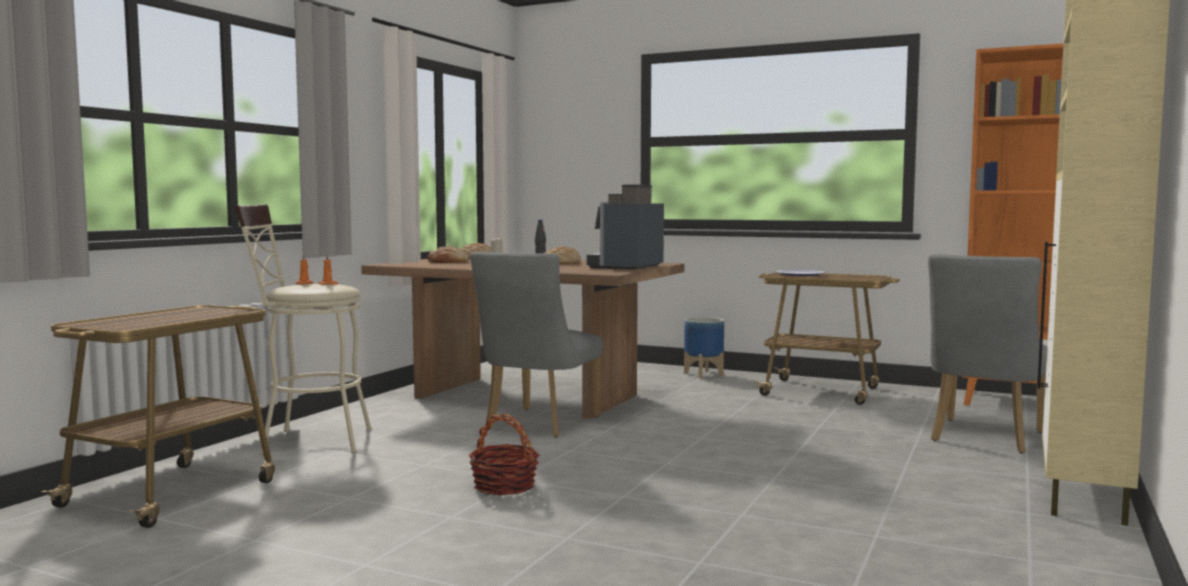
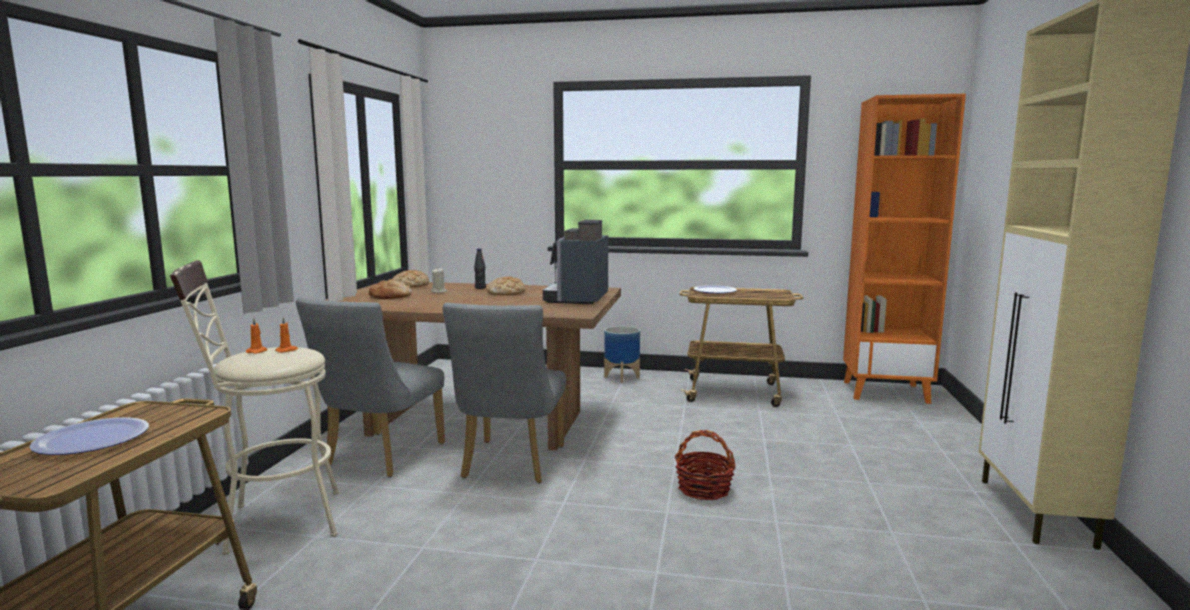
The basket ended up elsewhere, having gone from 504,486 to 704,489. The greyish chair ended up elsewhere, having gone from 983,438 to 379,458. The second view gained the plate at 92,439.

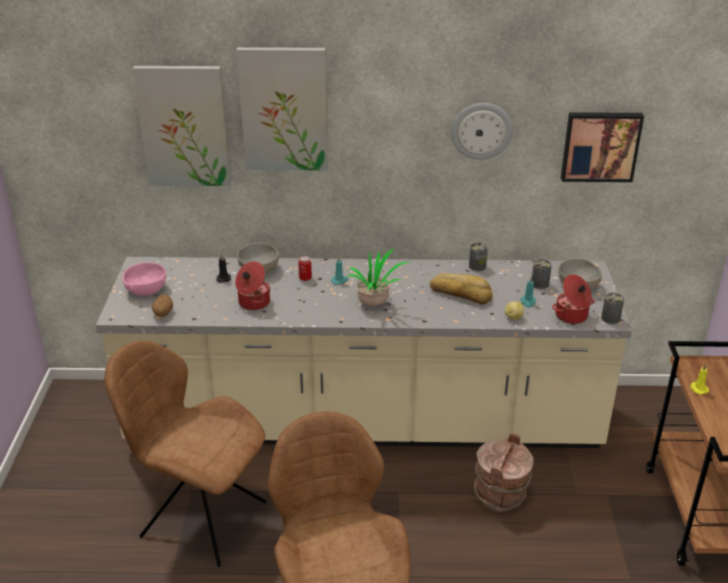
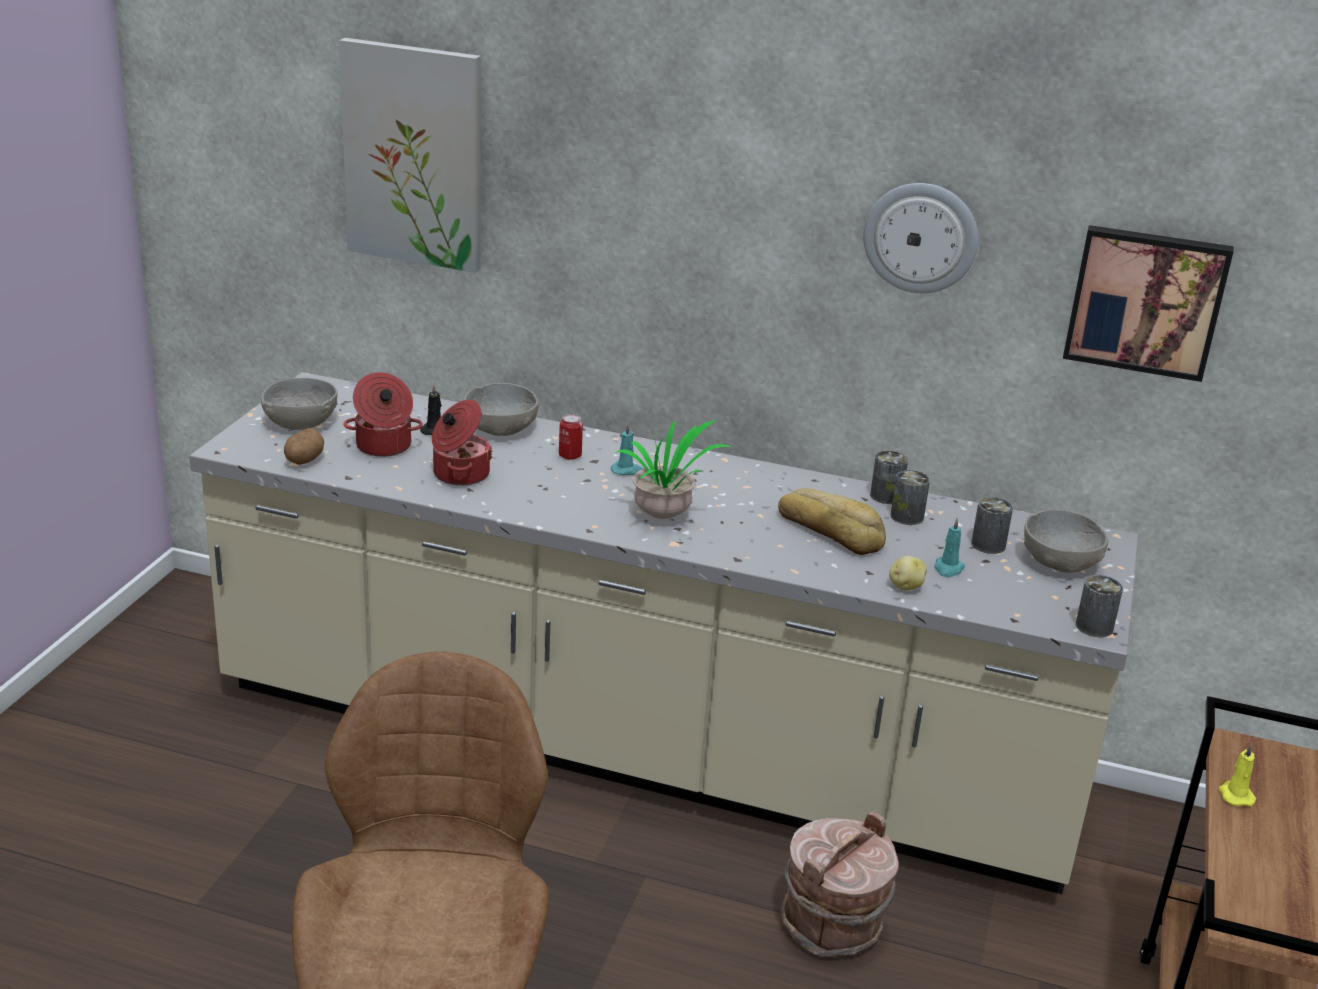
The second view lost the brown-coloured chair at 200,517. What was the pinkish serving bowl at 146,289 turned into the greyish serving bowl at 300,422. The second view lost the picture at 284,109. The saucepot ended up elsewhere, having gone from 571,316 to 383,447. The second view gained the can at 907,517.

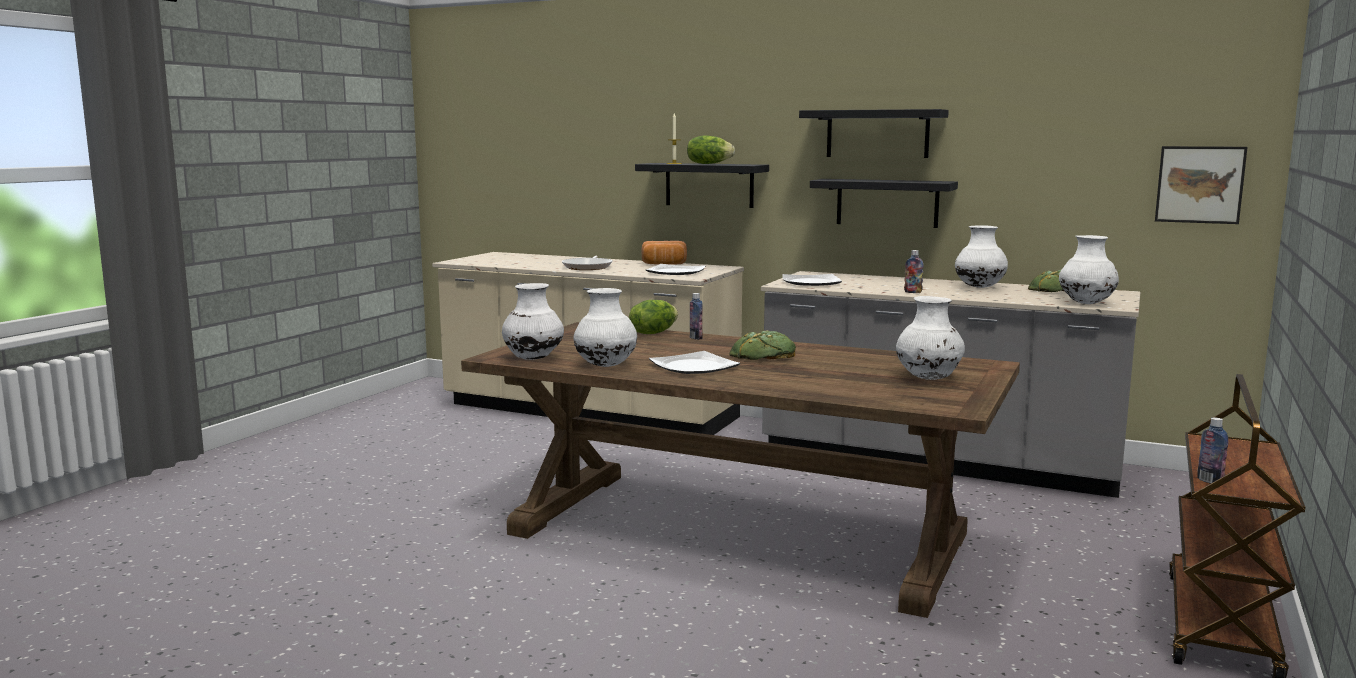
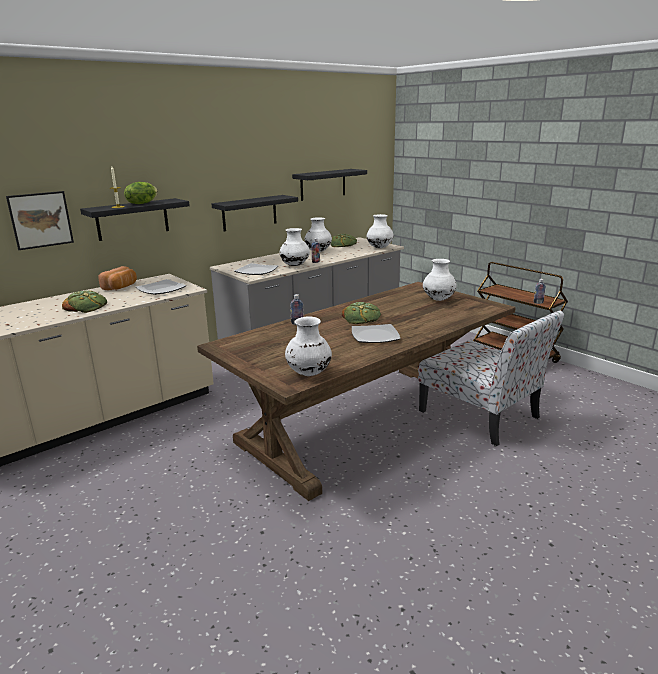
Where the frying pan stood at 588,267, the bread came to stand at 86,306. The whitish flower vase ended up elsewhere, having gone from 606,366 to 295,265. The second view lost the lettuce head at 653,333. The blackish bracket shelf ended up elsewhere, having gone from 877,134 to 323,184. The picture ended up elsewhere, having gone from 1199,184 to 41,220. The second view gained the chair at 481,415.

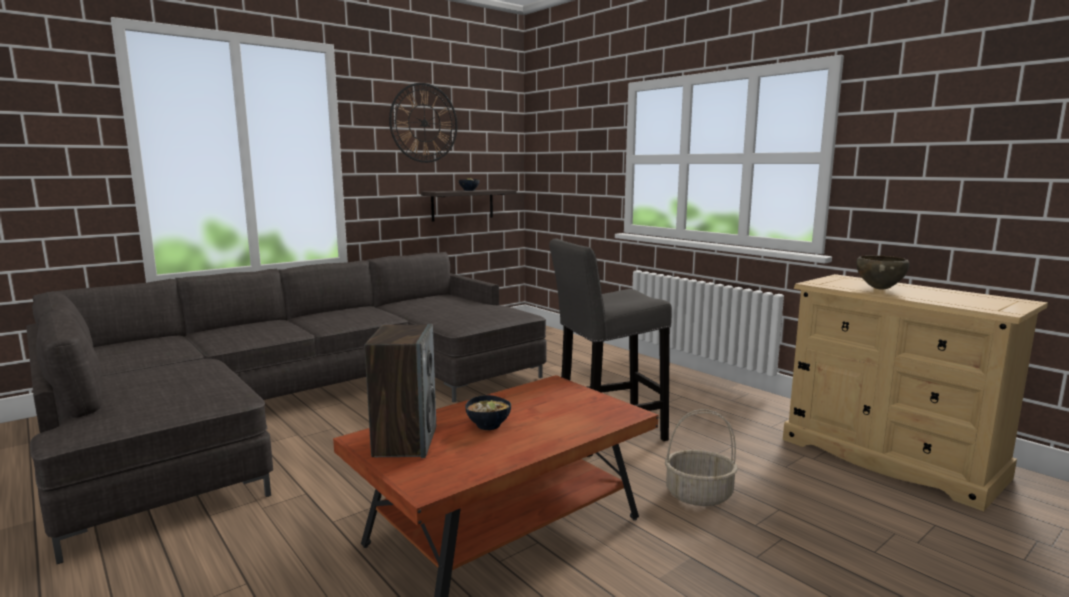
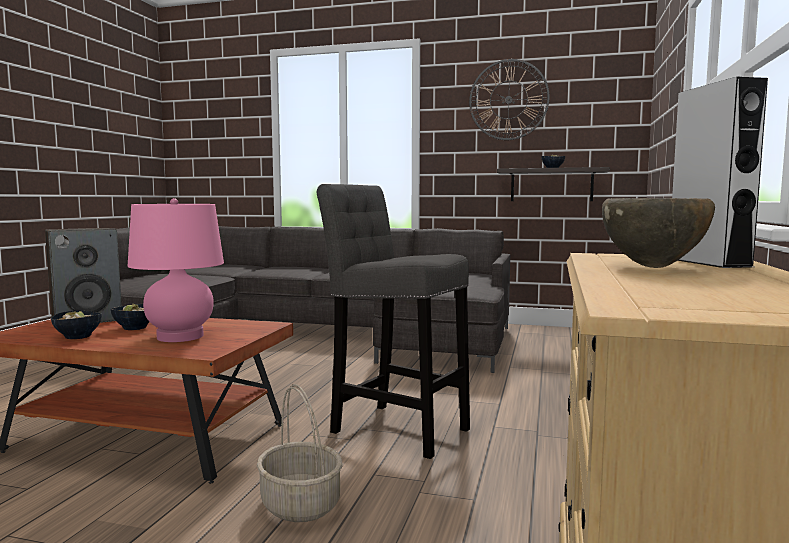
The second view gained the serving bowl at 77,337. The second view gained the pinkish table lamp at 180,336. The second view gained the greyish speaker at 708,262.

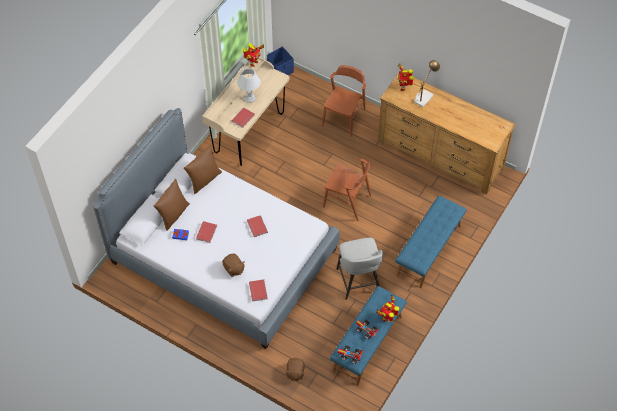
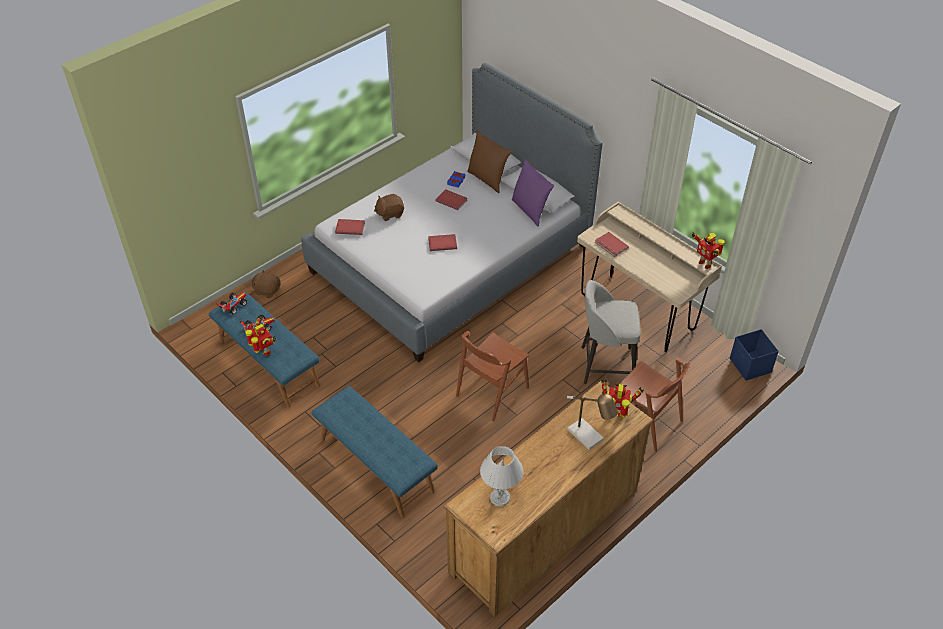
What was the brown-coloured throw pillow at 204,180 turned into the purplish throw pillow at 530,210. The whitish table lamp ended up elsewhere, having gone from 249,98 to 500,497. The greyish stool seat ended up elsewhere, having gone from 358,282 to 605,365.

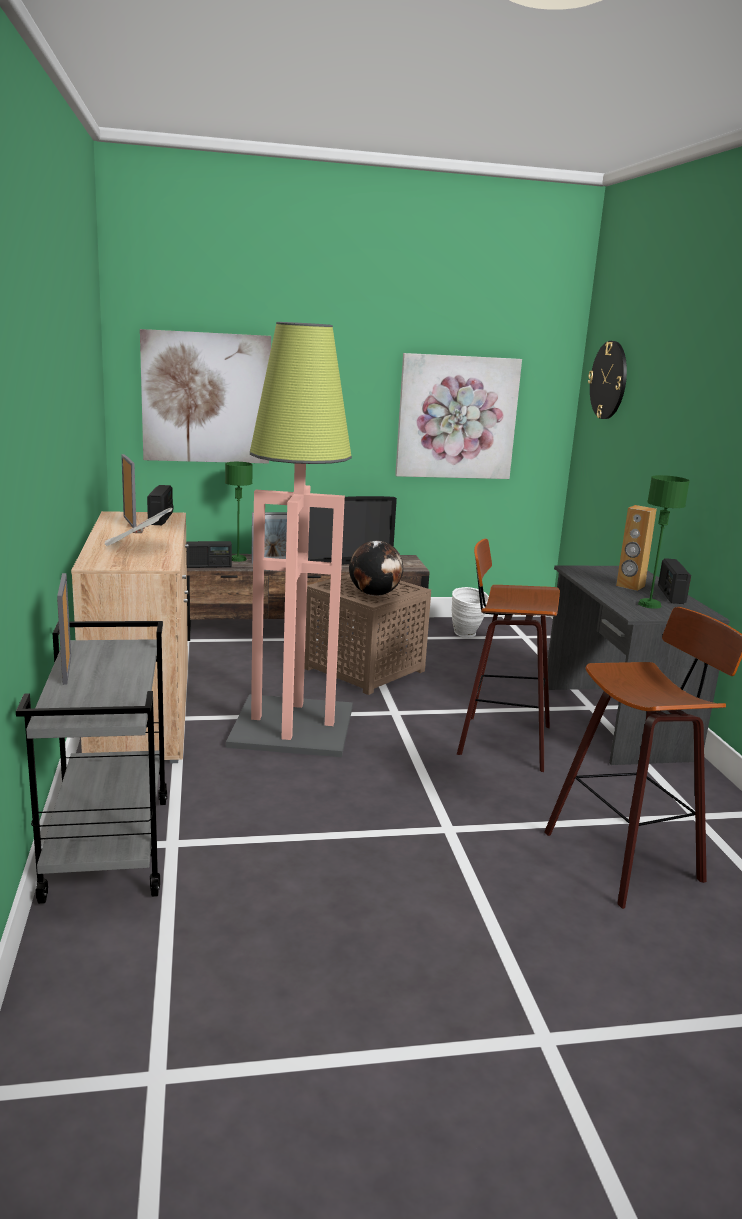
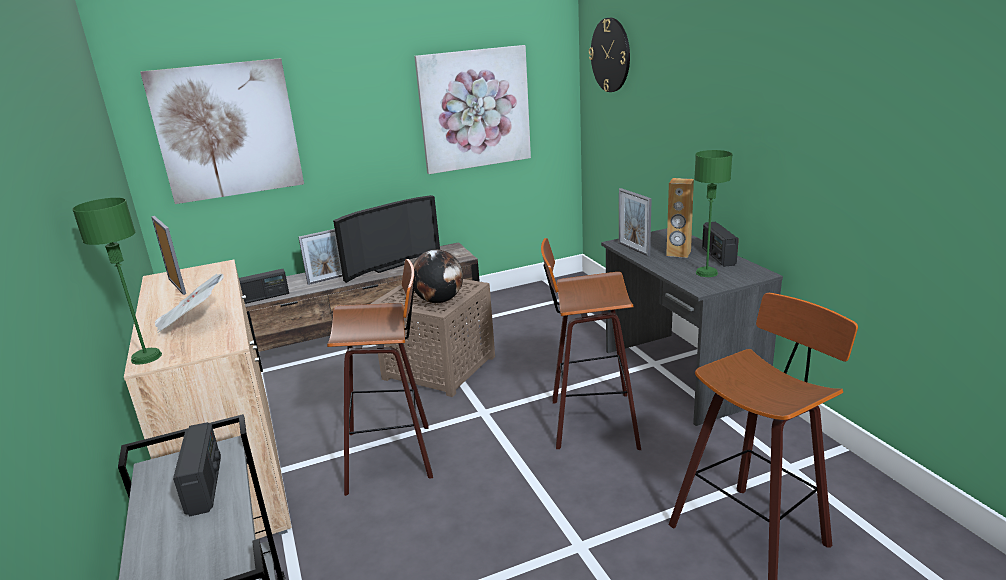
The standing frame ended up elsewhere, having gone from 67,669 to 633,249. The radio set ended up elsewhere, having gone from 161,519 to 205,486. The greenish table lamp ended up elsewhere, having gone from 237,559 to 146,357. Where the standing lamp stood at 293,727, the stool seat came to stand at 393,455. The second view lost the whitish flower vase at 467,636.

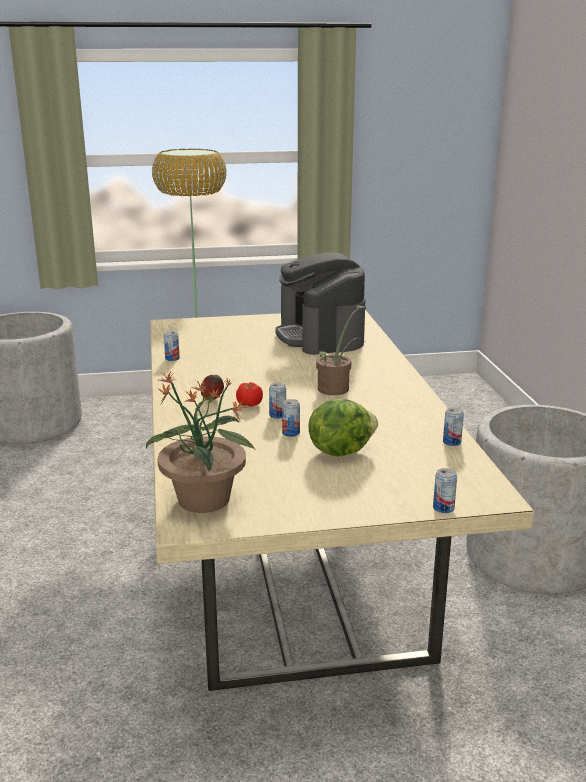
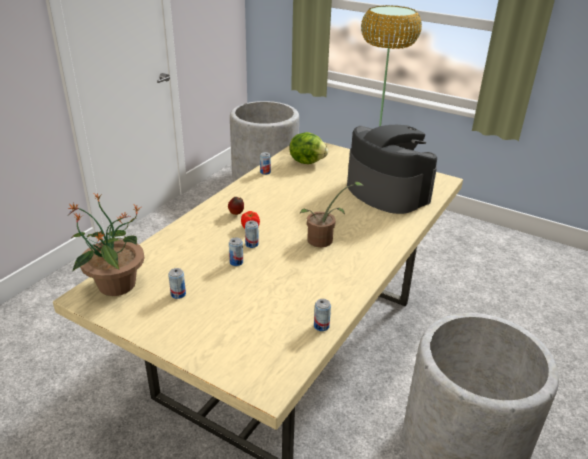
The coffee machine at 320,336 ended up facing another way, 120 degrees clockwise from before. The lettuce head ended up elsewhere, having gone from 340,450 to 307,161. The can ended up elsewhere, having gone from 443,508 to 178,294.

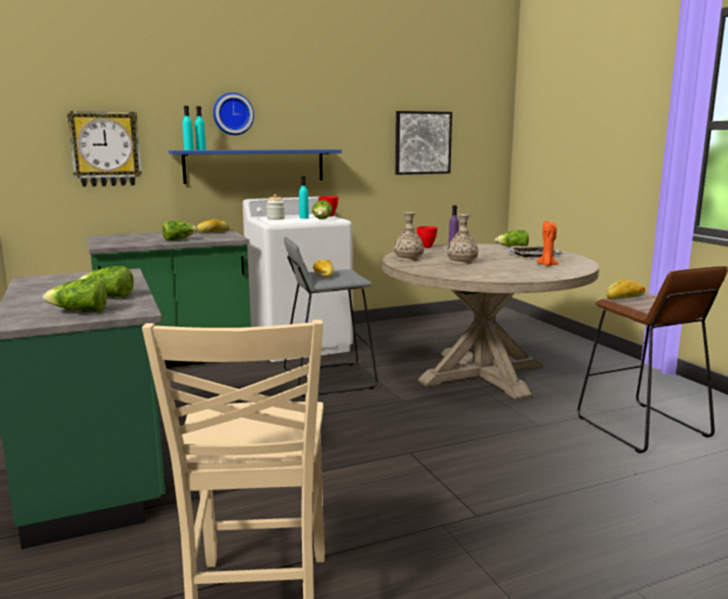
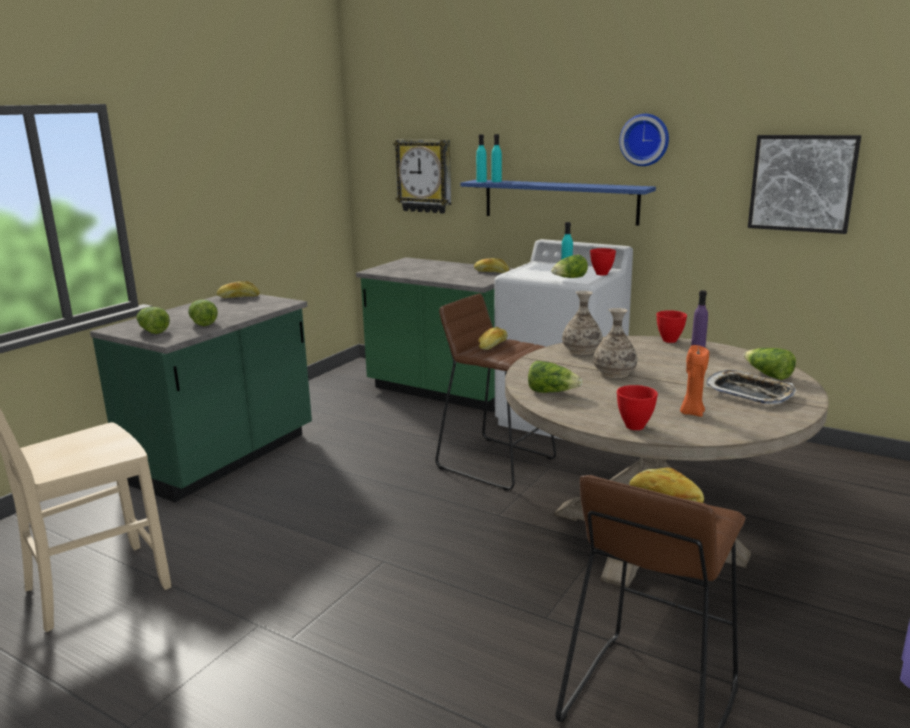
The lettuce head ended up elsewhere, having gone from 179,240 to 552,392. The wall clock ended up elsewhere, having gone from 233,114 to 645,139. The second view lost the preserve jar at 275,218. What was the greyish stool seat at 328,379 turned into the brown-coloured stool seat at 496,462. The second view gained the bread at 238,297. The second view gained the red-coloured serving bowl at 634,427.

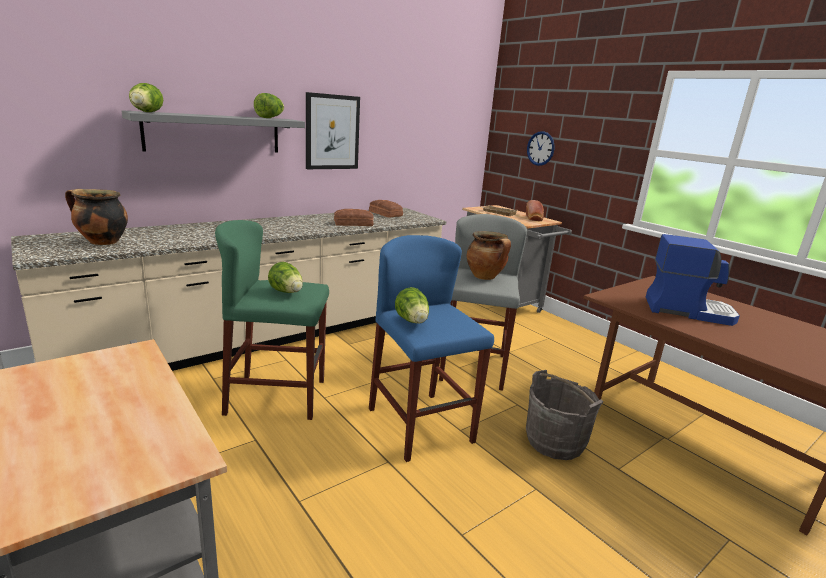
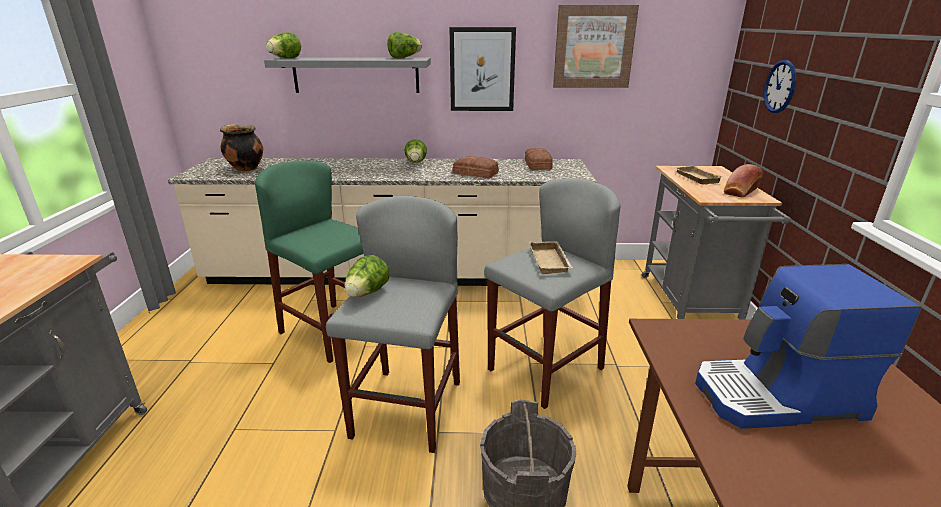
The lettuce head ended up elsewhere, having gone from 287,292 to 416,163. What was the bluish stool seat at 420,425 turned into the greyish stool seat at 407,409. Where the saucepot stood at 485,277, the beige tray came to stand at 551,261. The coffee machine at 687,310 ended up facing another way, 120 degrees clockwise from before. The second view gained the picture at 593,47.

